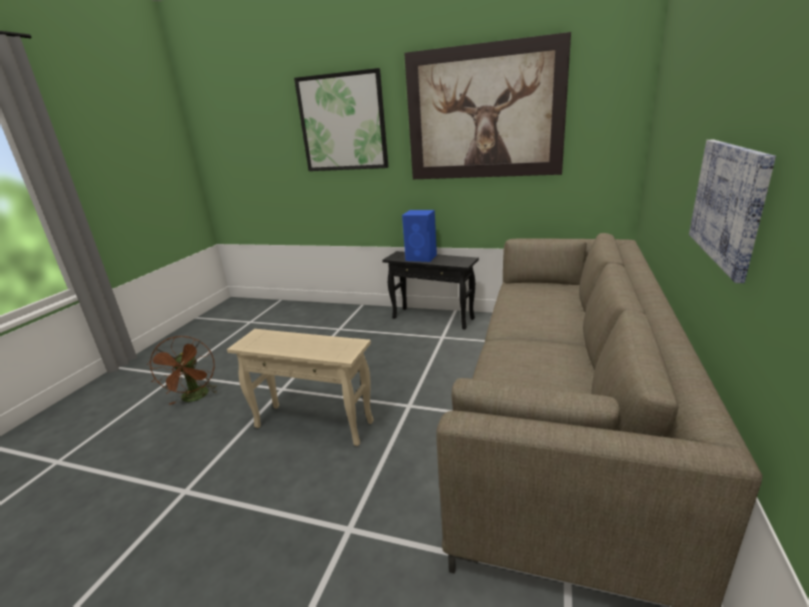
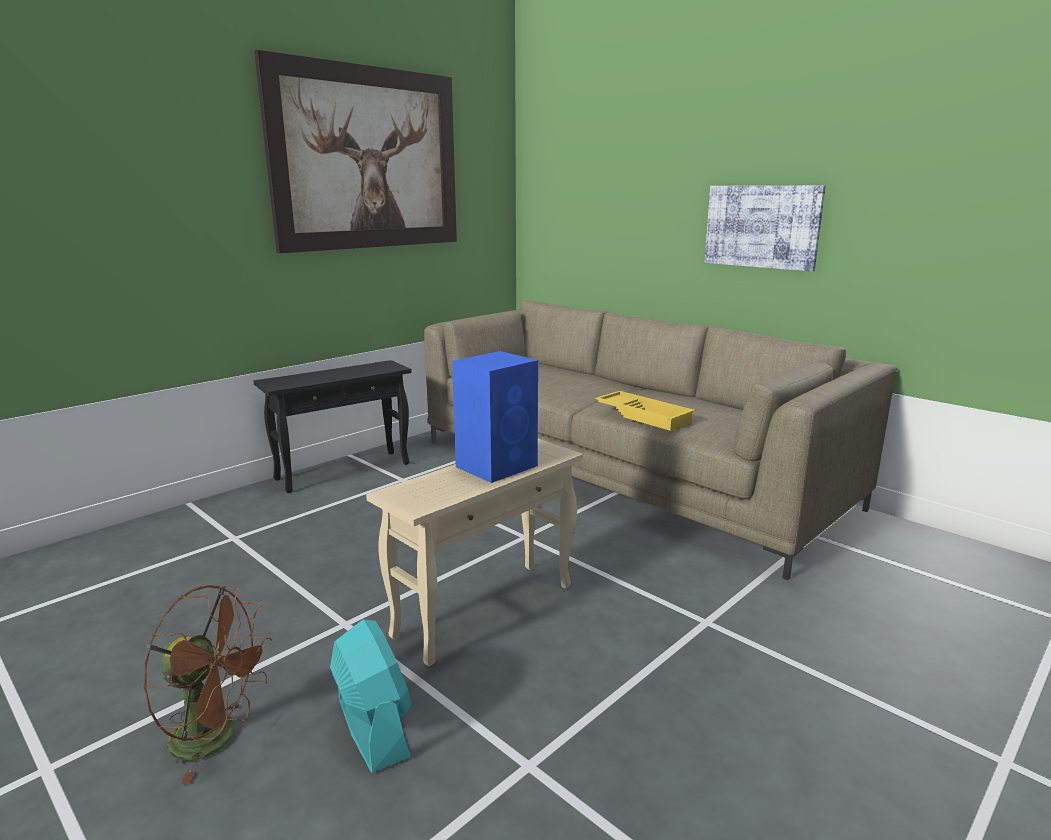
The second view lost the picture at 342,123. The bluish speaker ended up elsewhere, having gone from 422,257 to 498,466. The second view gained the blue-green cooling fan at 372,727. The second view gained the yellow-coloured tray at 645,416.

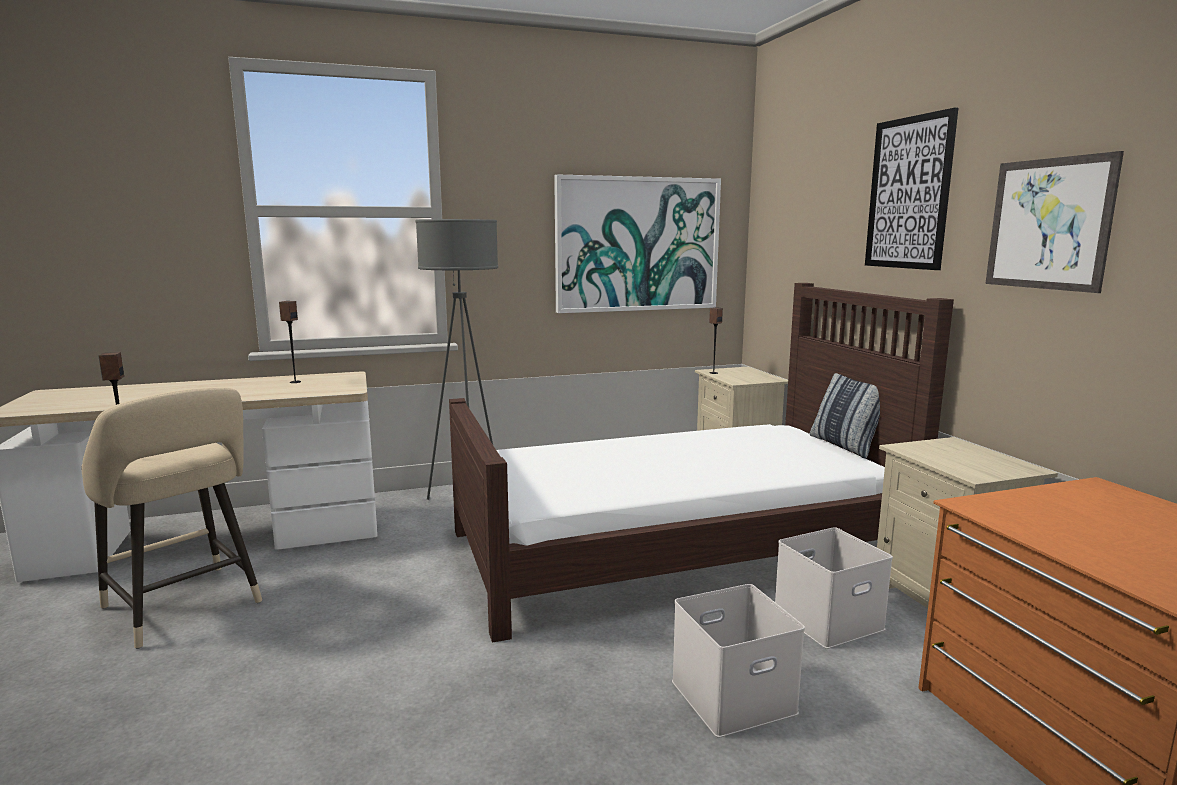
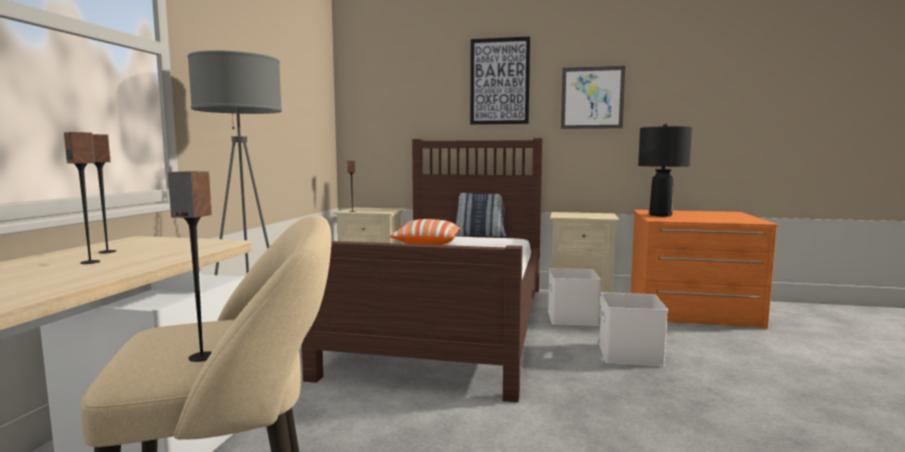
The second view lost the picture at 637,244. The second view gained the speaker at 90,262. The second view gained the throw pillow at 427,244. The second view gained the blackish table lamp at 660,215.

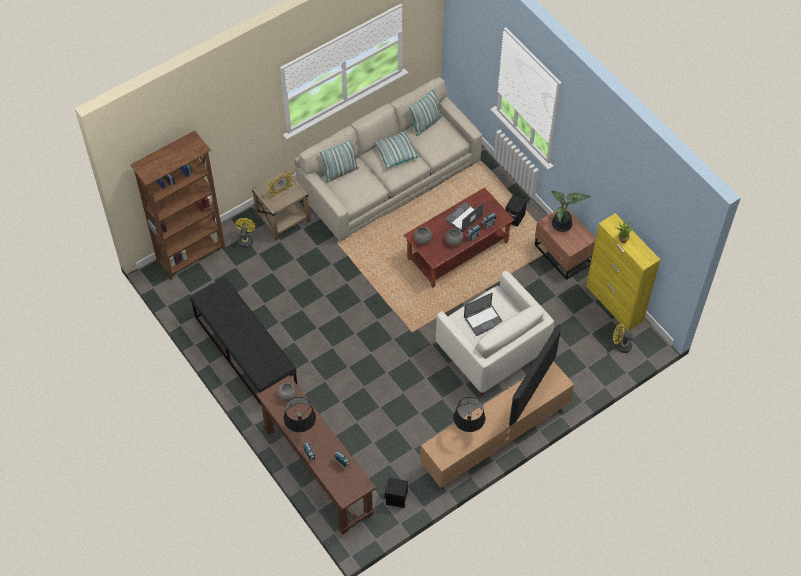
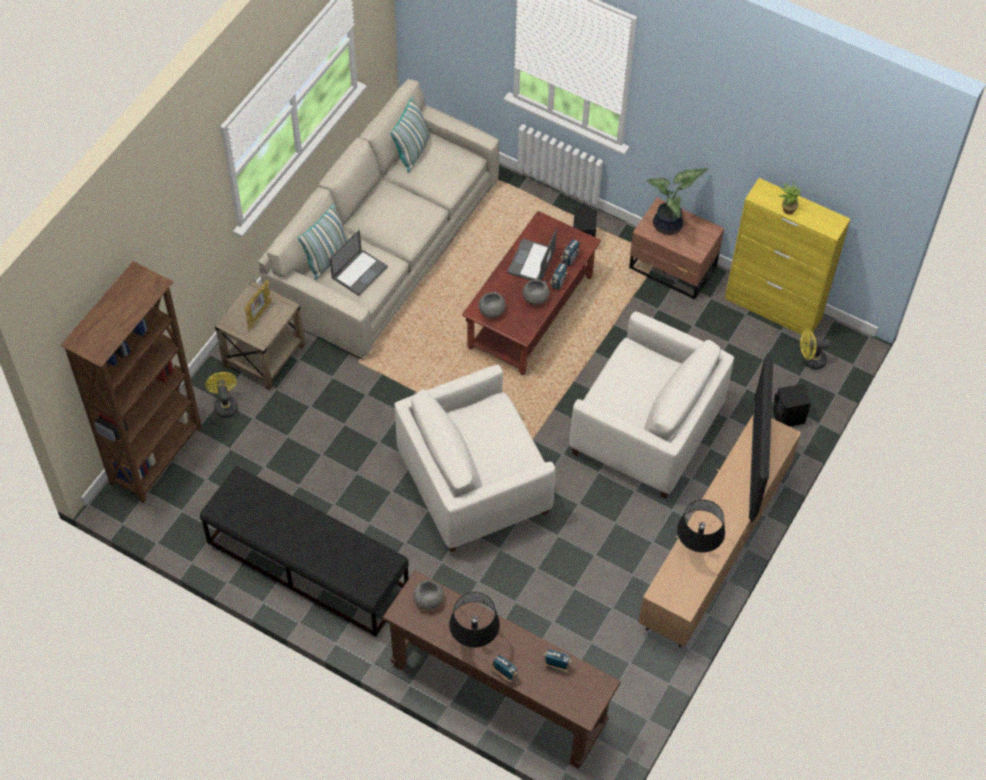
The second view lost the throw pillow at 396,153. The blackish speaker ended up elsewhere, having gone from 396,499 to 788,417. The laptop ended up elsewhere, having gone from 483,319 to 359,272. The second view gained the whitish easy chair at 474,483.

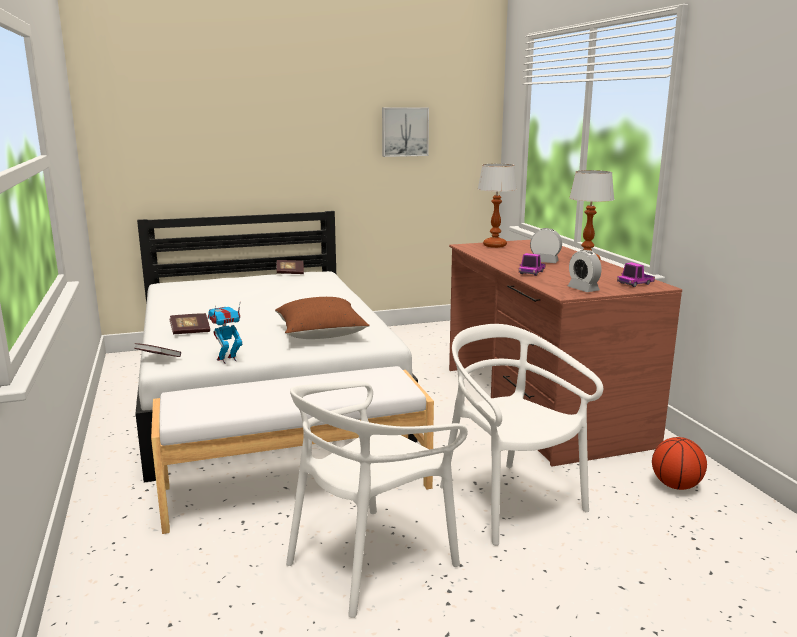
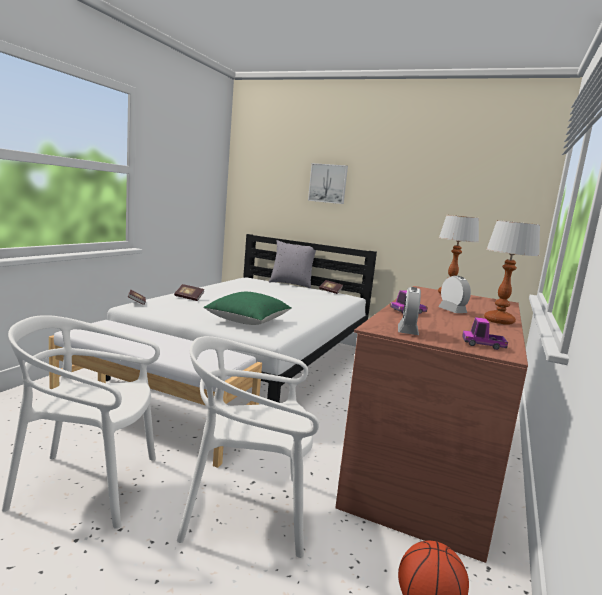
The second view lost the model robot at 227,360. What was the brown-coloured throw pillow at 321,334 turned into the greenish throw pillow at 248,321. The picture ended up elsewhere, having gone from 404,131 to 328,183. The whitish chair at 509,502 ended up facing another way, 105 degrees counterclockwise from before. The second view gained the greyish throw pillow at 291,284.

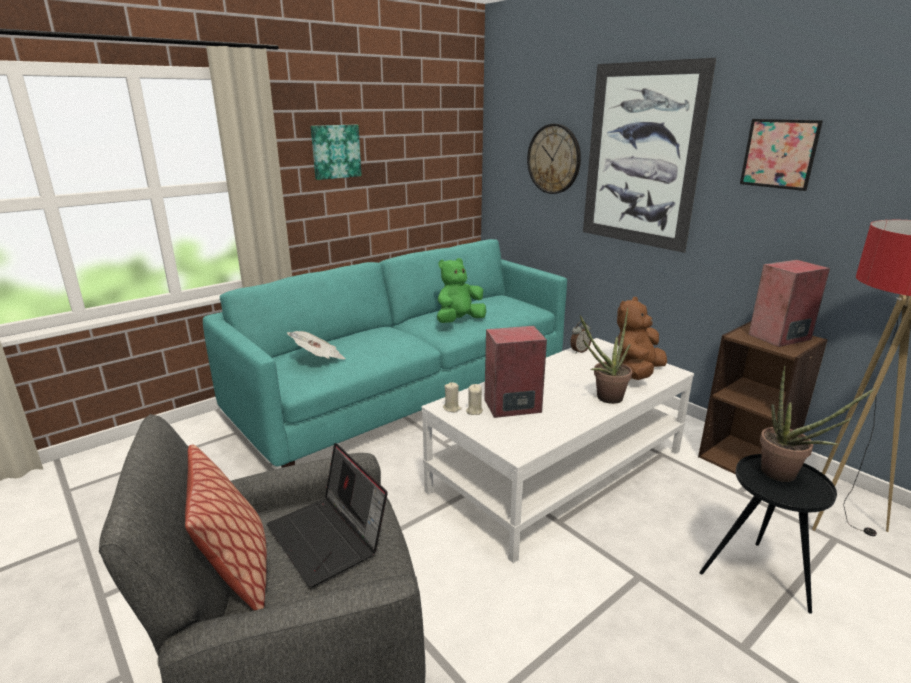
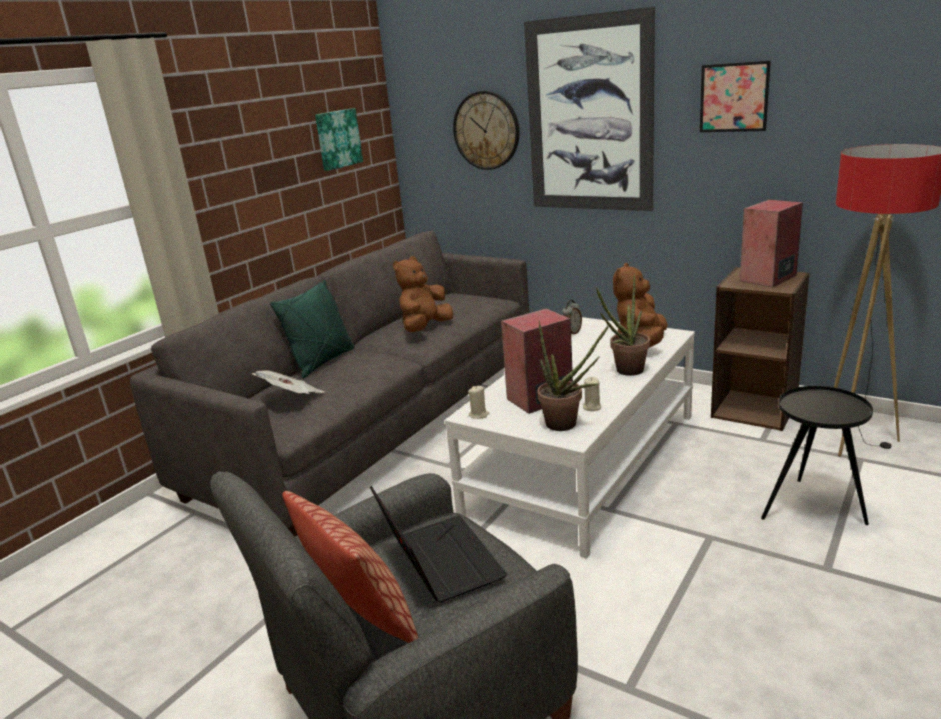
What was the blue-green couch at 406,393 turned into the greyish couch at 376,424. The laptop at 329,538 ended up facing another way, 150 degrees counterclockwise from before. The picture ended up elsewhere, having gone from 335,151 to 337,139. What was the greenish plush toy at 459,321 turned into the brown-coloured plush toy at 425,328. The beige wax candle ended up elsewhere, having gone from 474,411 to 591,407. The plant in a pot ended up elsewhere, having gone from 786,476 to 567,425. The second view gained the greenish throw pillow at 322,362.

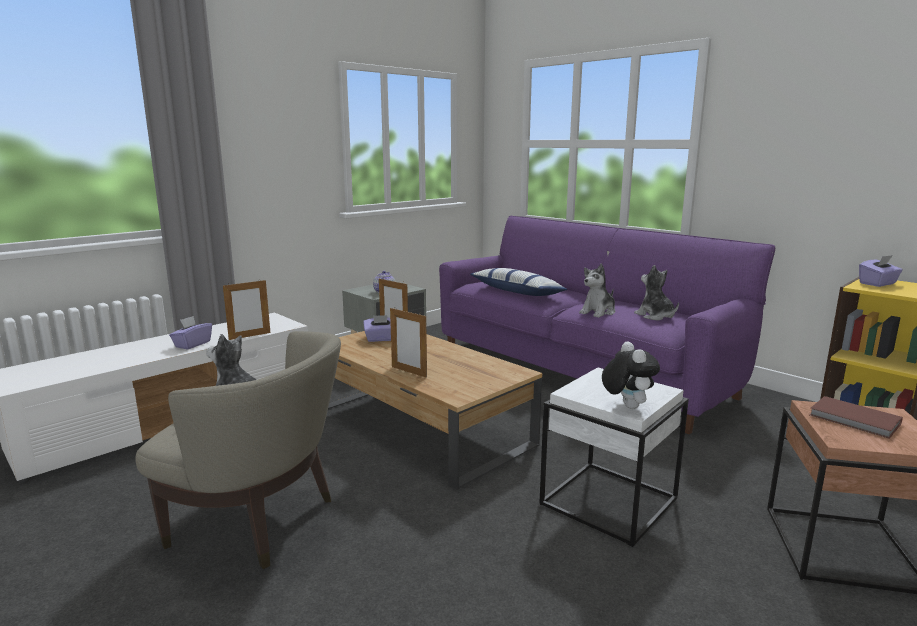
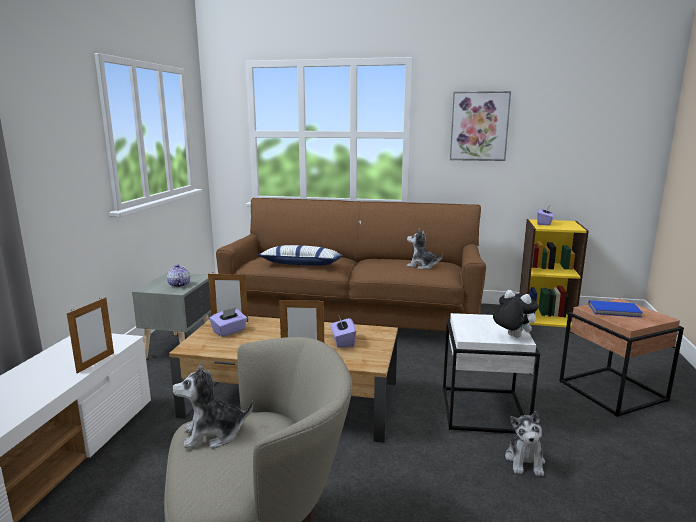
The purplish box of tissues ended up elsewhere, having gone from 192,344 to 342,341. What was the purplish couch at 580,371 turned into the brown-coloured couch at 353,319. The plush toy ended up elsewhere, having gone from 598,312 to 525,461. What was the brown-coloured book at 855,420 turned into the bluish book at 615,311. The second view gained the picture at 479,126.

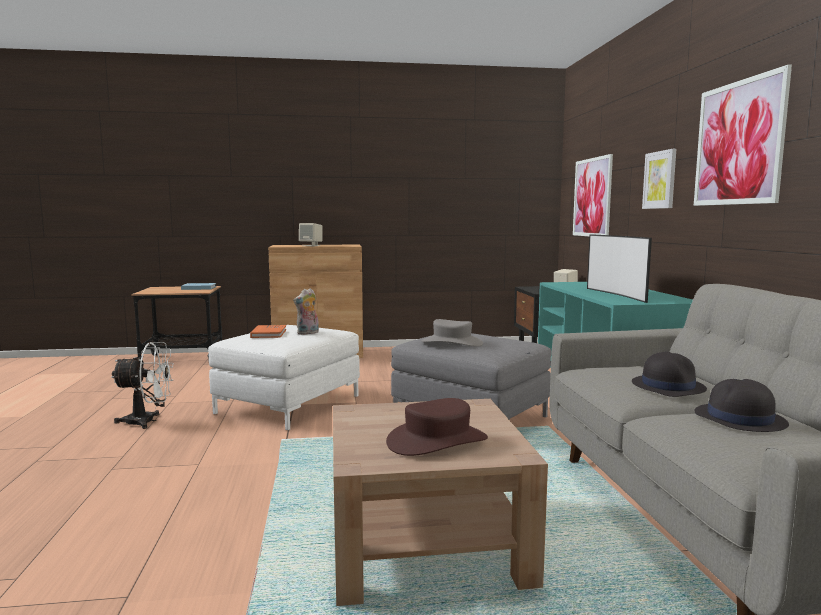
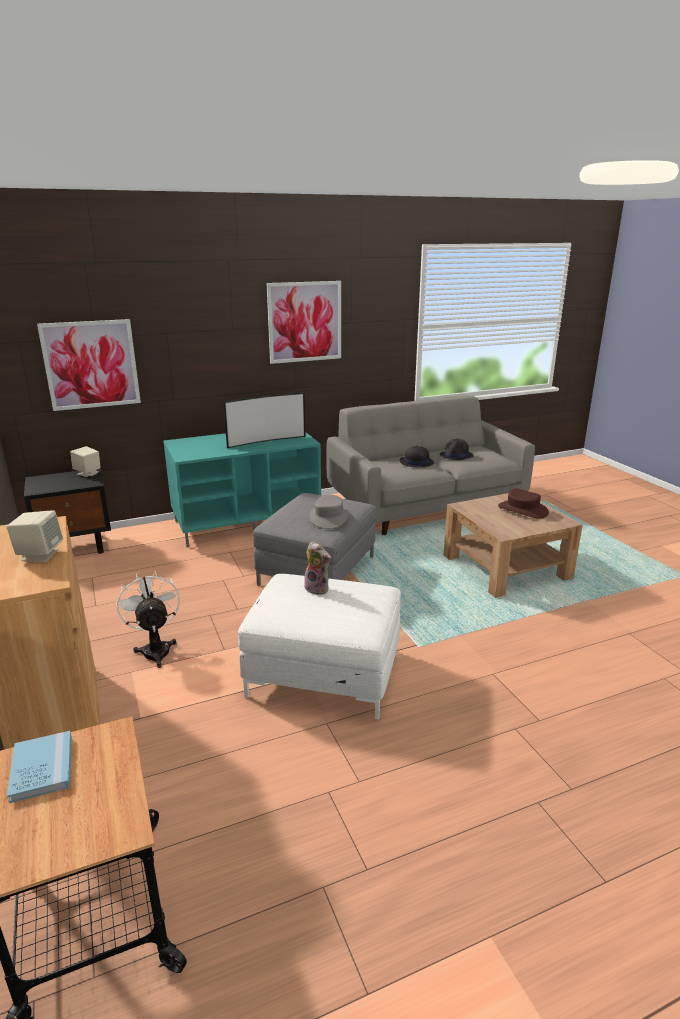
The whitish cooling fan ended up elsewhere, having gone from 148,421 to 155,649. The second view lost the orange-coloured book at 268,333. The second view lost the picture at 660,180.

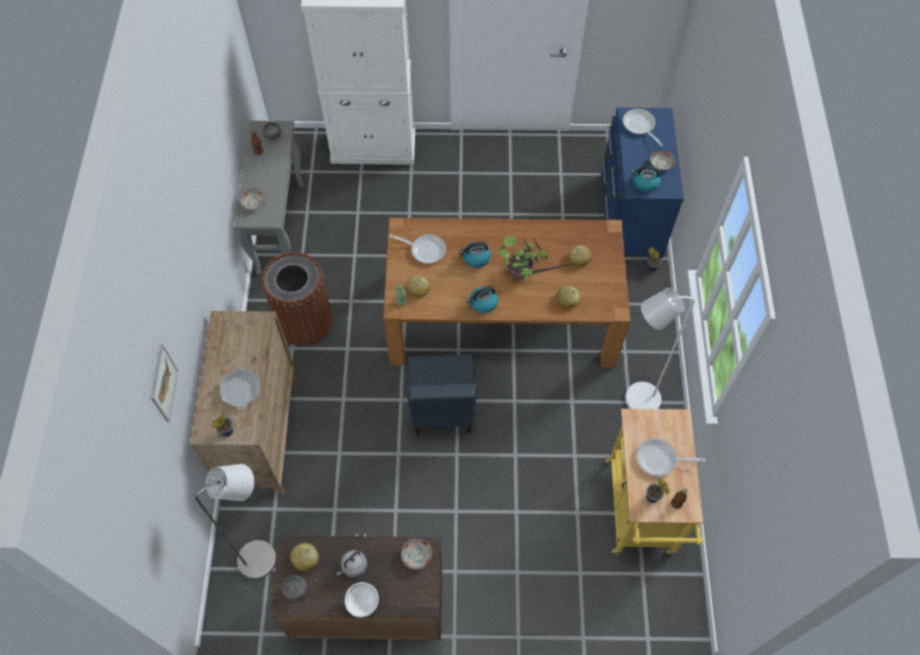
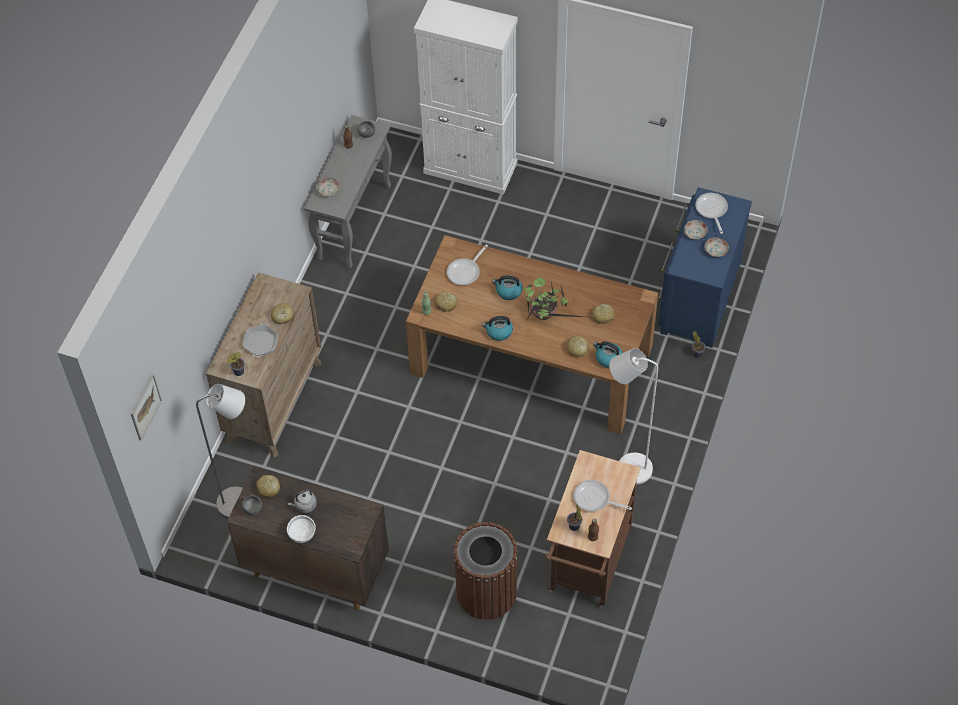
The picture ended up elsewhere, having gone from 163,383 to 145,406. The brown-coloured rubbish bin ended up elsewhere, having gone from 304,321 to 486,592. The frying pan at 425,249 ended up facing another way, 90 degrees clockwise from before. The plate ended up elsewhere, having gone from 416,555 to 695,233. The second view lost the bluish chair at 442,407. What was the yellow-coloured cart at 640,514 turned into the brown-coloured cart at 588,565. The water kettle ended up elsewhere, having gone from 645,183 to 608,358. The second view gained the bread at 282,316.

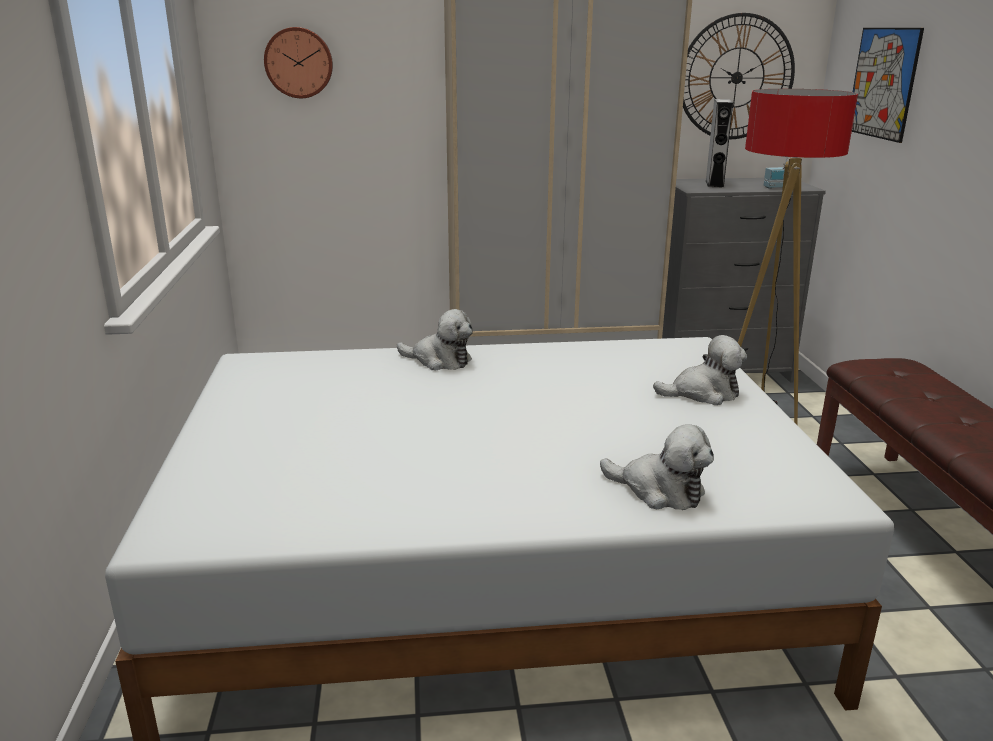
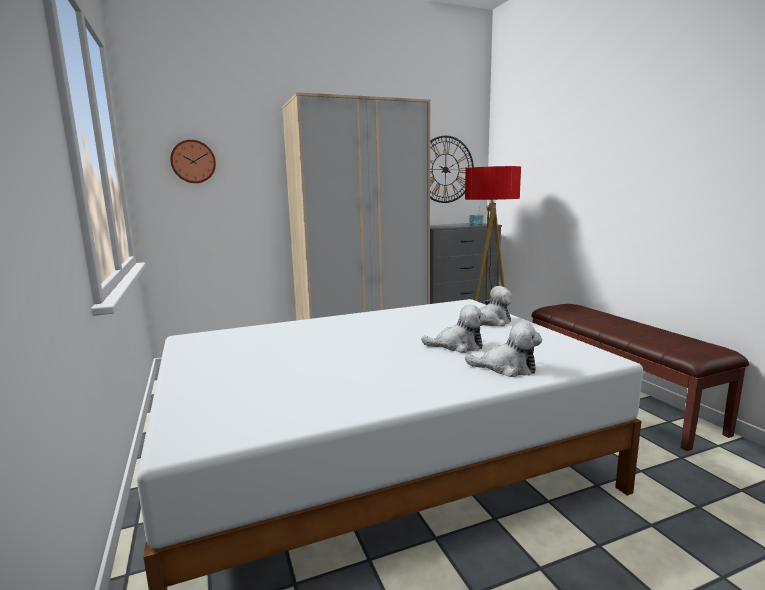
The plush toy ended up elsewhere, having gone from 439,360 to 458,346. The second view lost the greyish speaker at 714,183. The second view lost the picture at 883,83.

